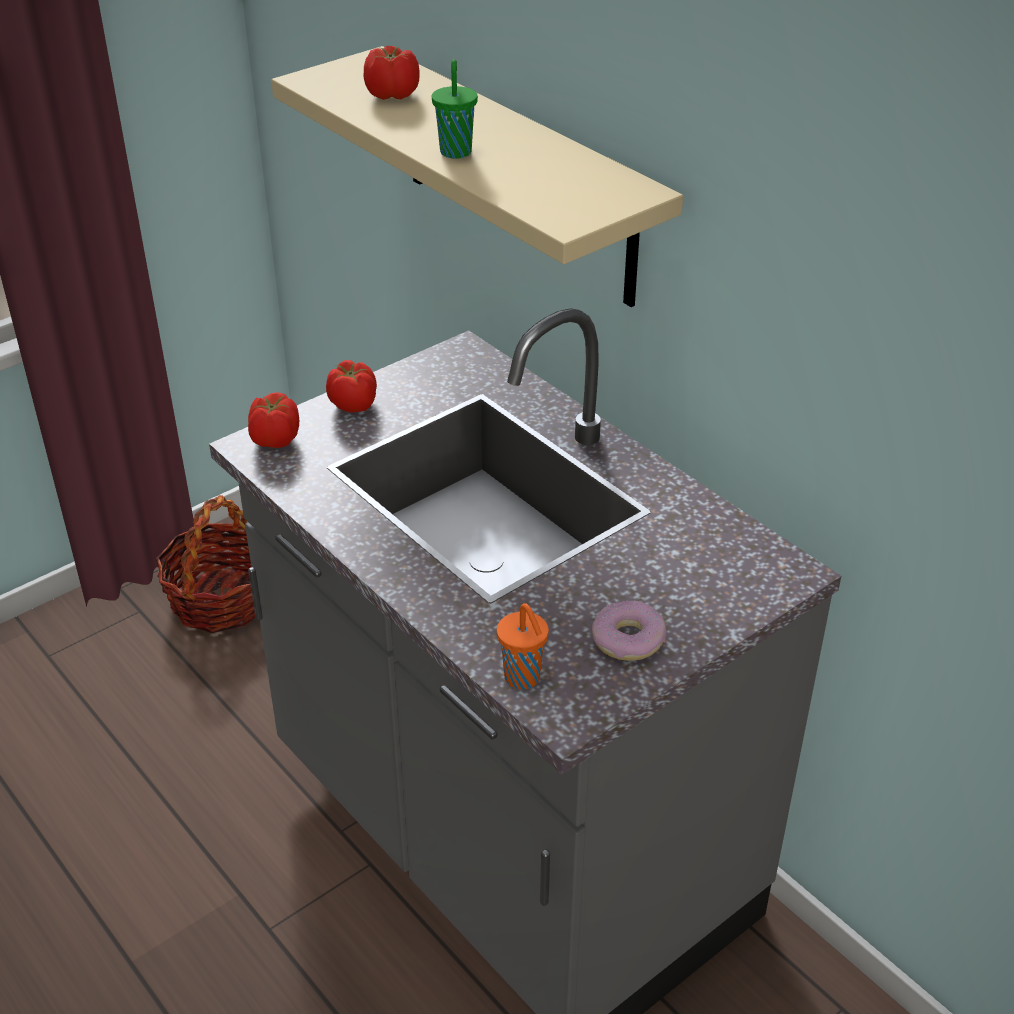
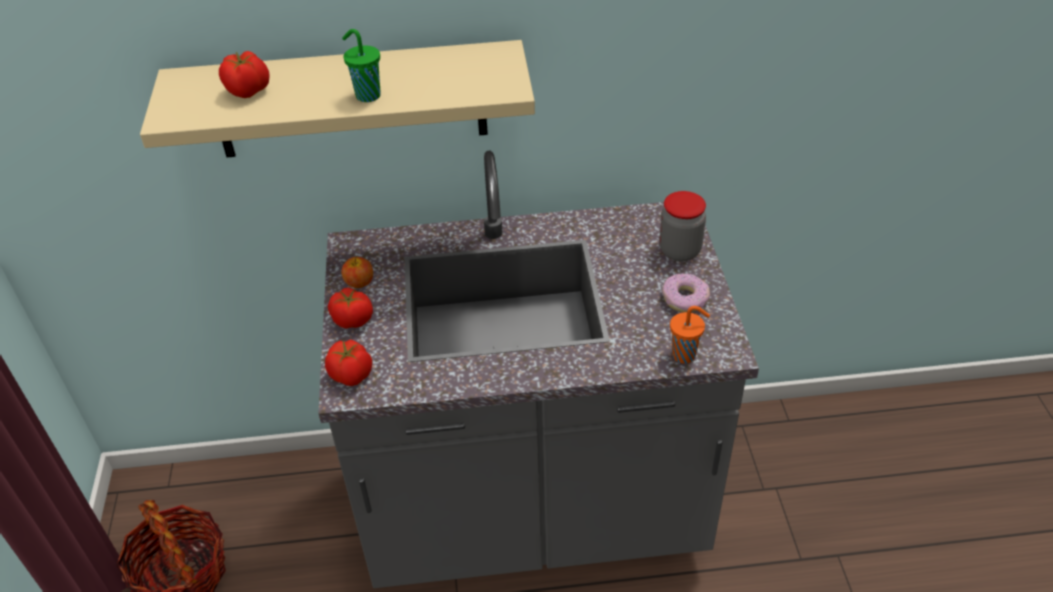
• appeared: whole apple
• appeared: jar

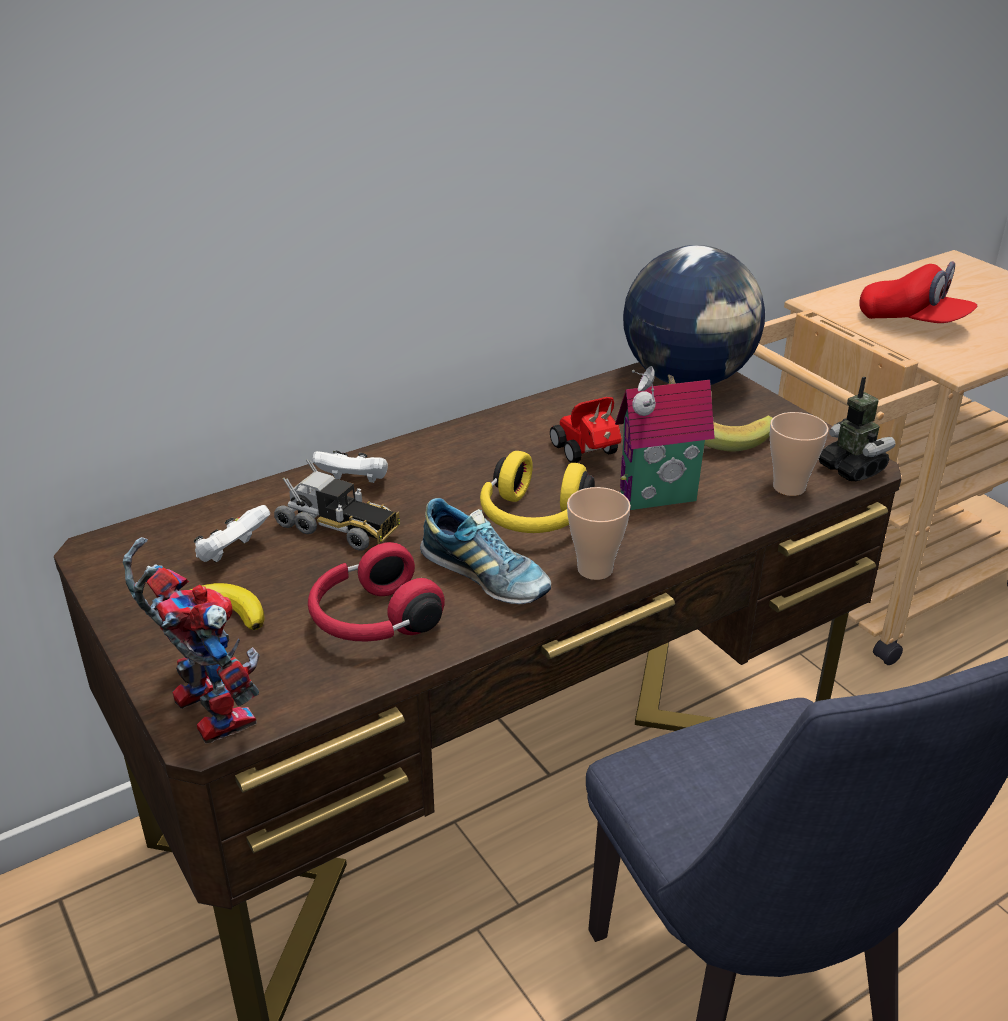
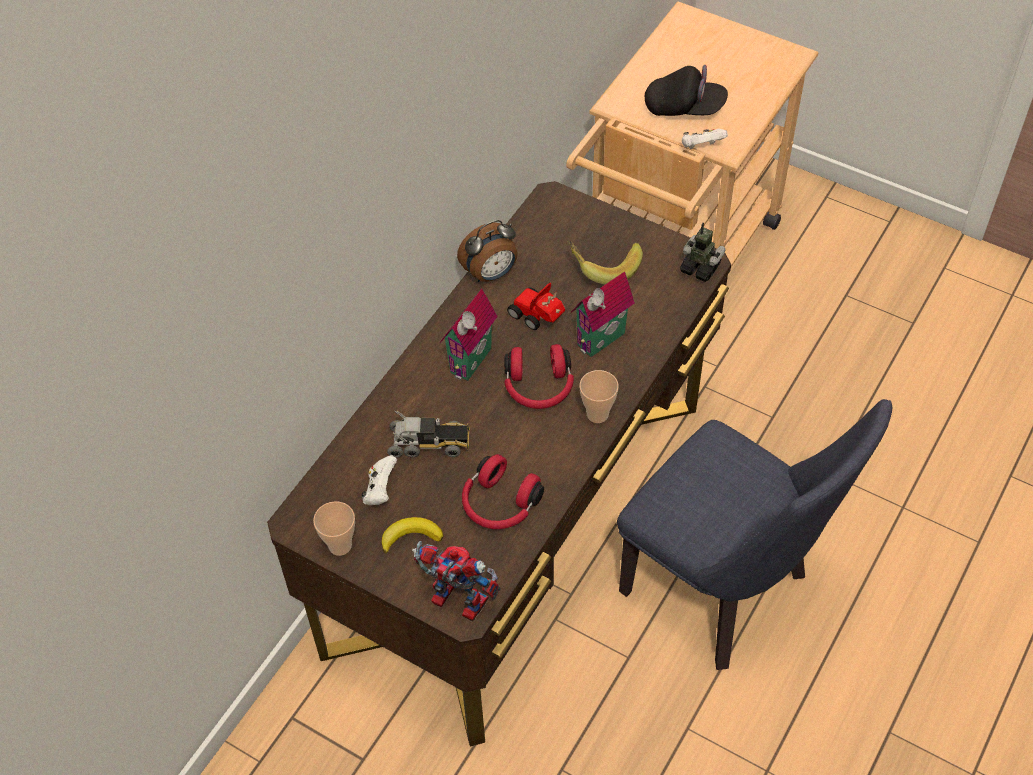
• missing: shoe
• missing: world globe
• appeared: model house (no. 1 from left)
• appeared: alarm clock
• relocated: whitish joypad (no. 2 from left)
• relocated: small cup (no. 2 from left in the first image) to small cup (no. 1 from left)
• colour: yellow pair of headphones to red-coloured pair of headphones (no. 2 from left)
• colour: red-coloured cap to blackish cap

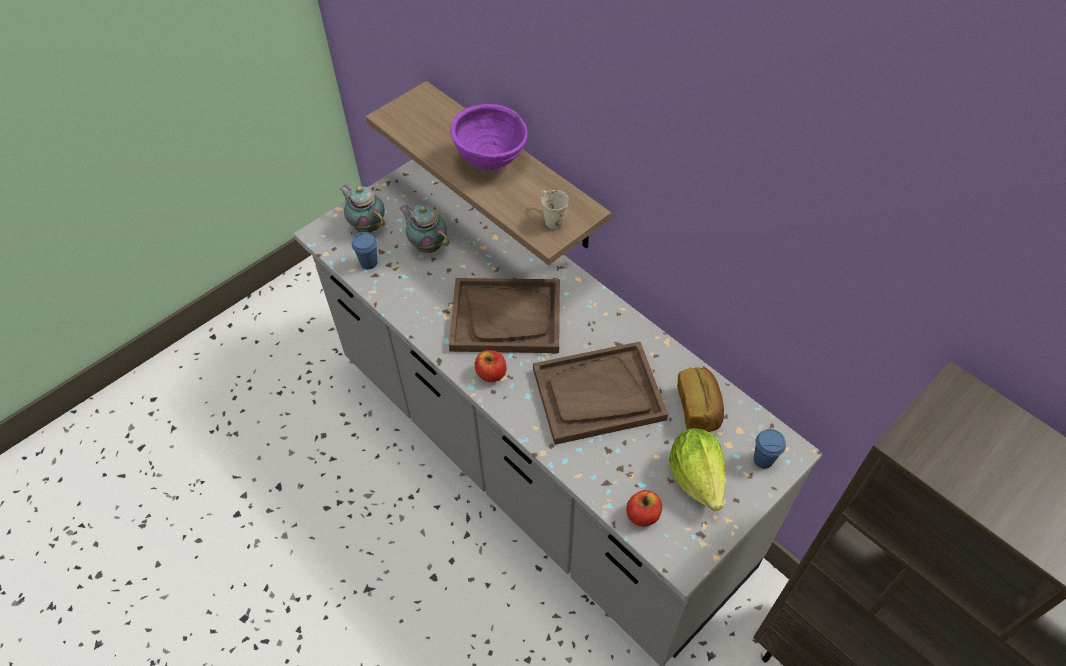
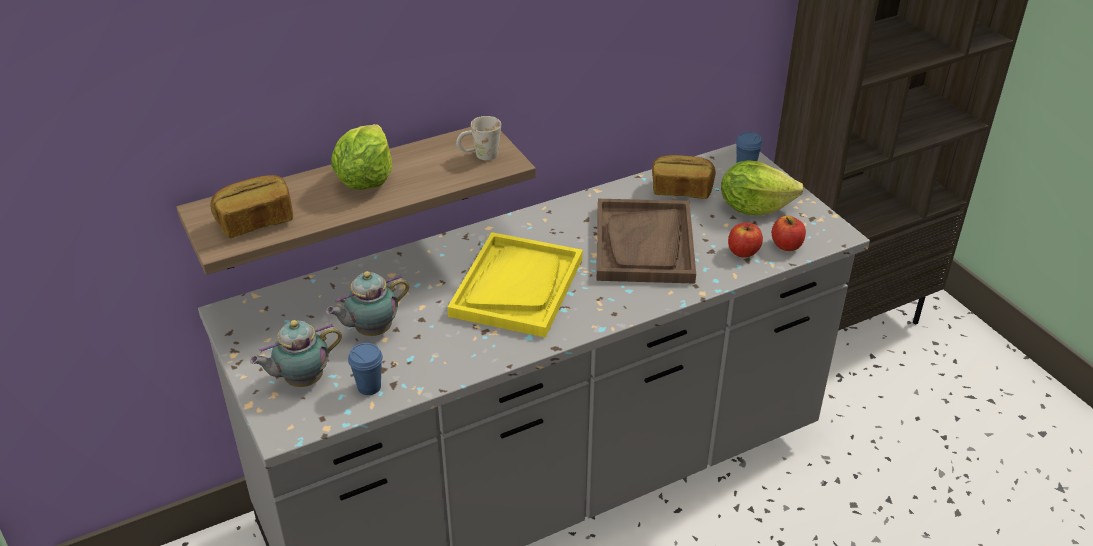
• appeared: baked bread (no. 1 from left)
• relocated: whole apple (no. 1 from left)
• exchanged: purple deep dish to lettuce head (no. 1 from left)
• colour: brown serving tray (no. 1 from left) to yellow serving tray

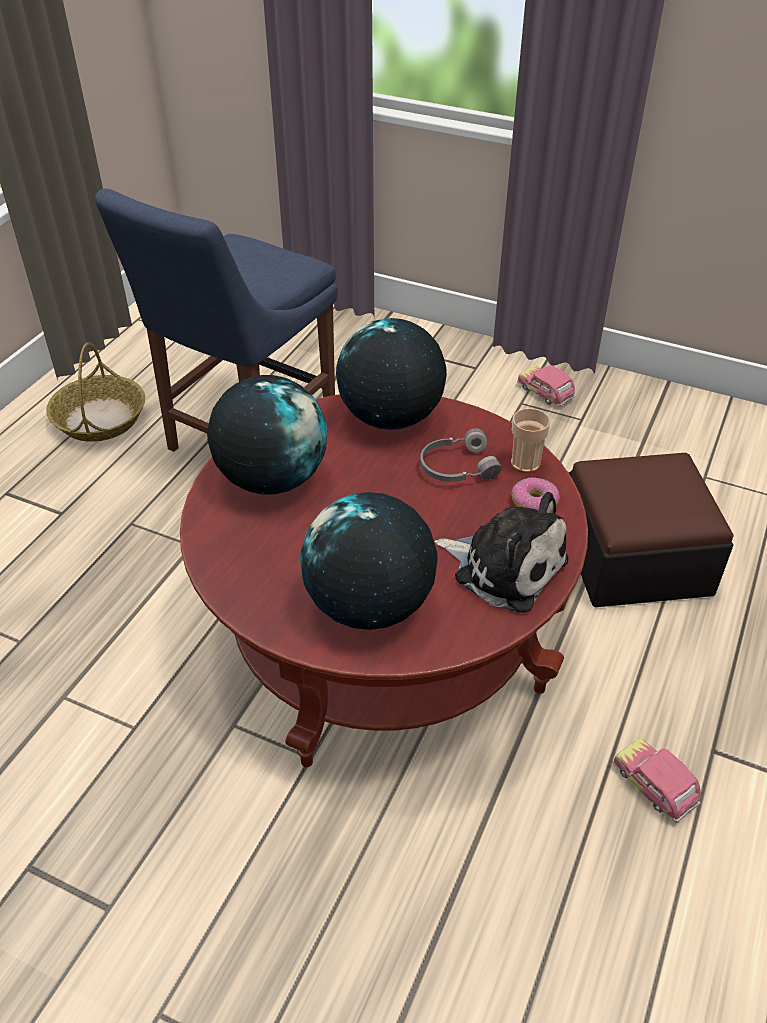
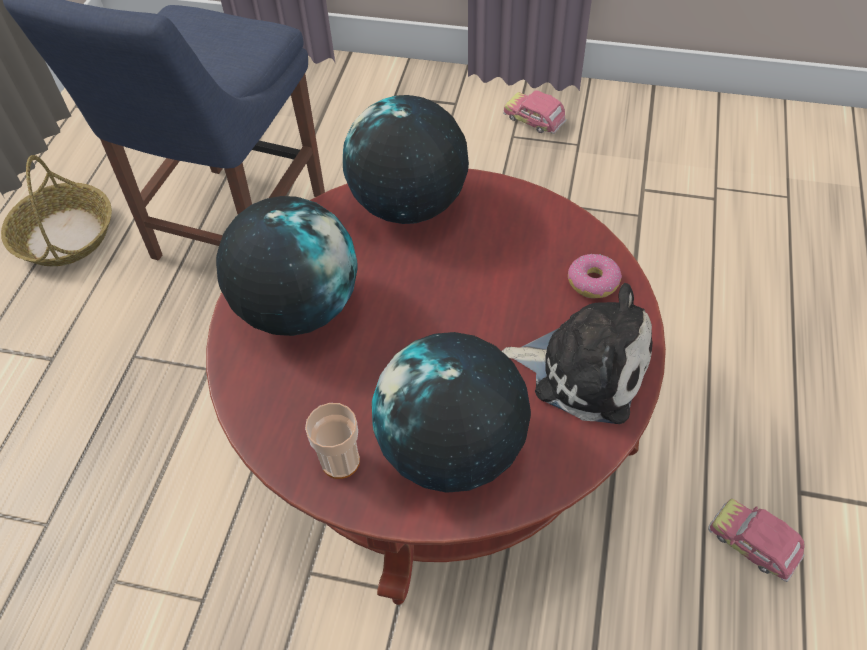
• missing: greyish pair of headphones
• missing: pouffe
• relocated: small cup

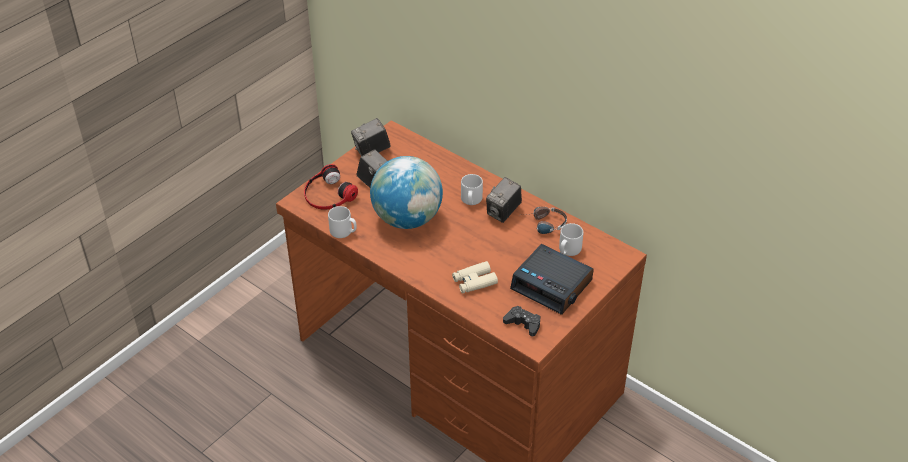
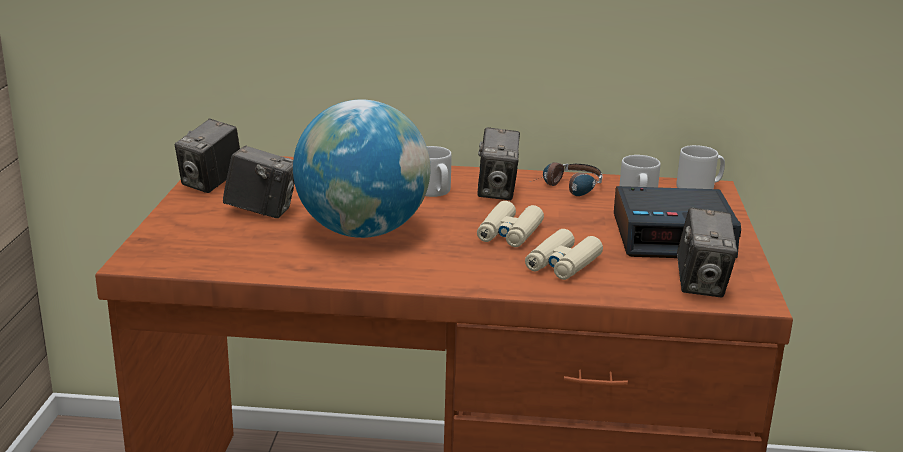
• missing: pair of headphones (no. 1 from left)
• appeared: sand-coloured field glasses (no. 1 from left)
• relocated: greyish coffee mug (no. 1 from left in the first image) to greyish coffee mug (no. 3 from left)
• exchanged: blackish joypad to photo camera (no. 4 from left)

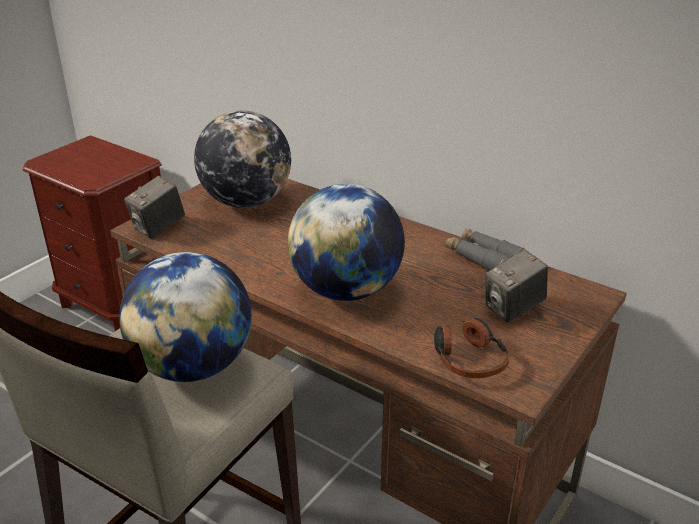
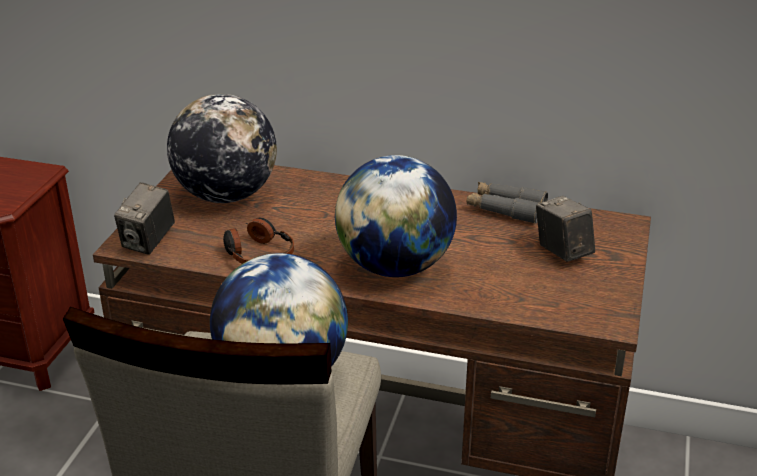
• relocated: pair of headphones
• spun: photo camera (no. 2 from left) 120 degrees clockwise

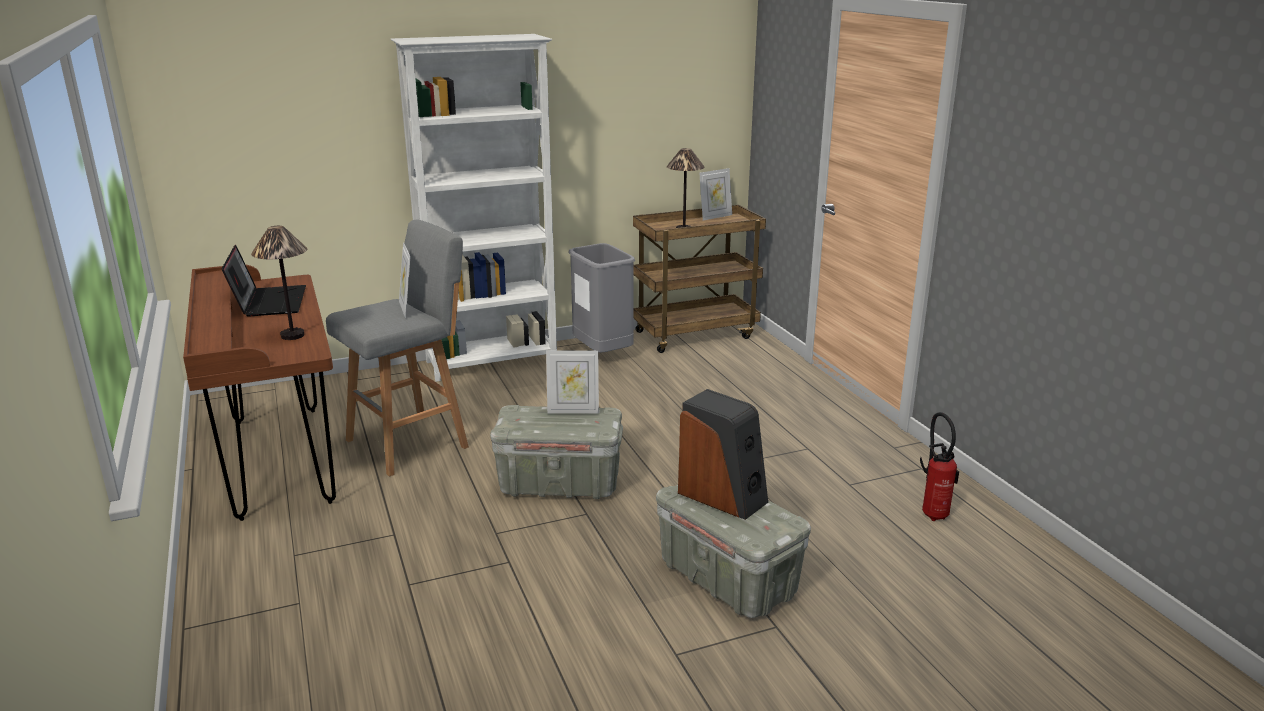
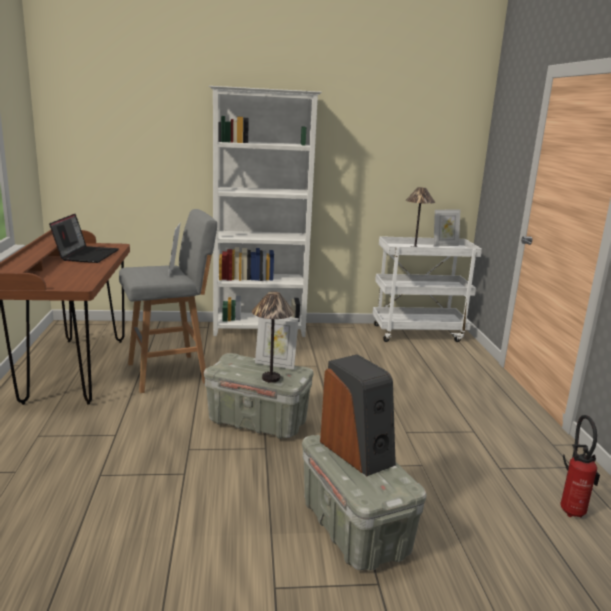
• missing: greyish trash can
• relocated: table lamp (no. 1 from left)
• colour: brown cart to whitish cart

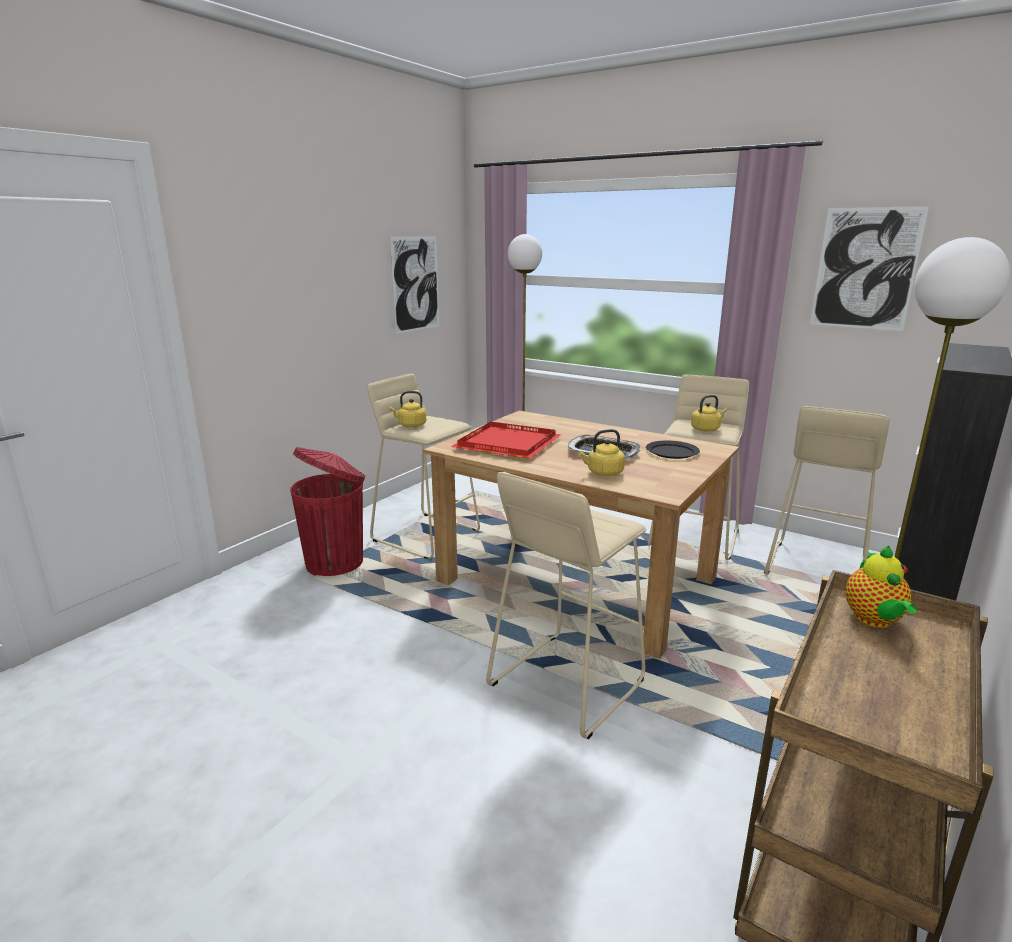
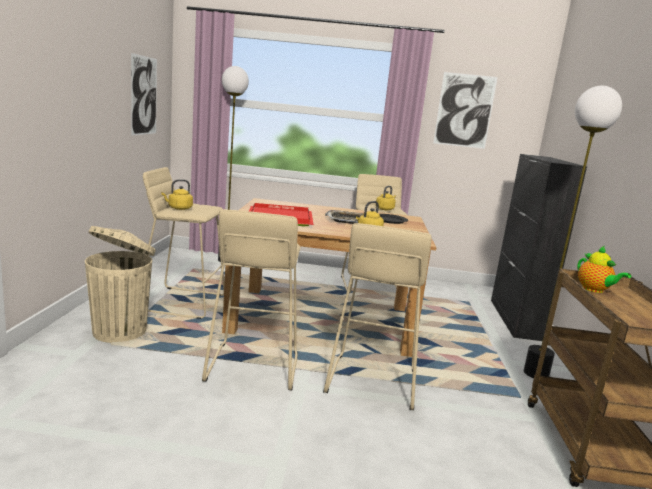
• relocated: sand-coloured sitting stool (no. 4 from left in the first image) to sand-coloured sitting stool (no. 2 from left)
• colour: red-coloured trash can to sand-coloured trash can

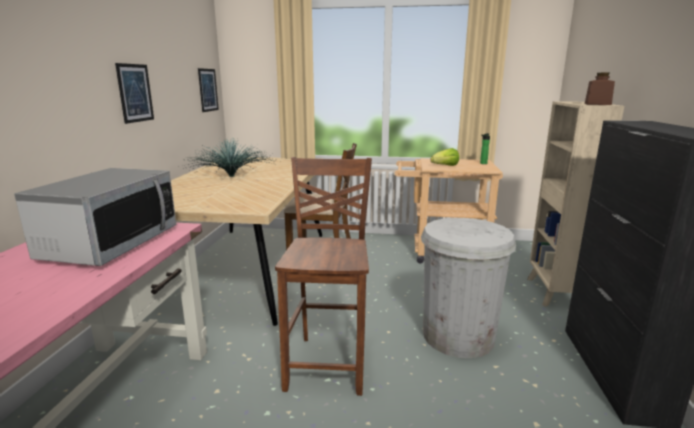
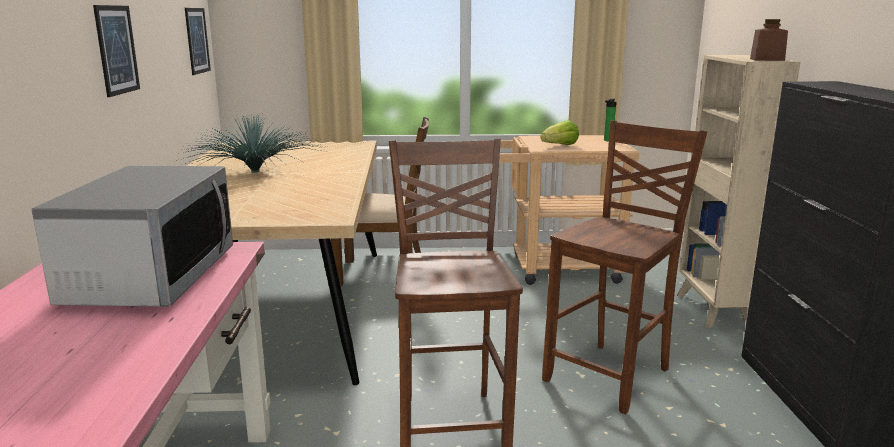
• exchanged: whitish trash can to brown plain chair (no. 3 from left)

